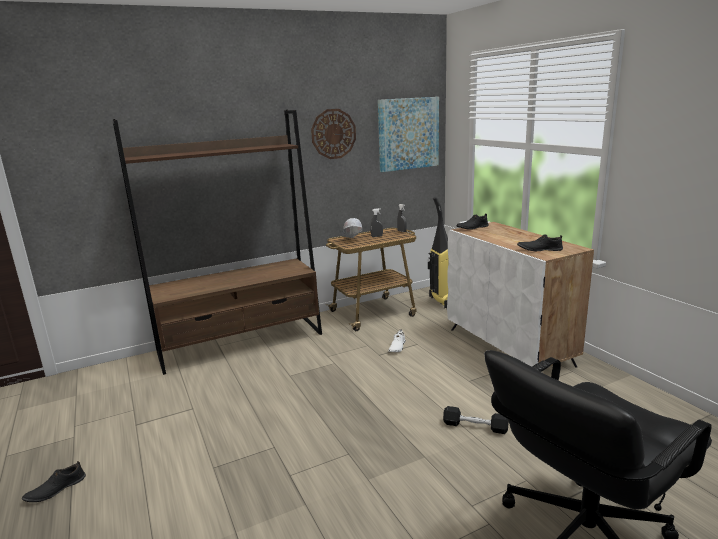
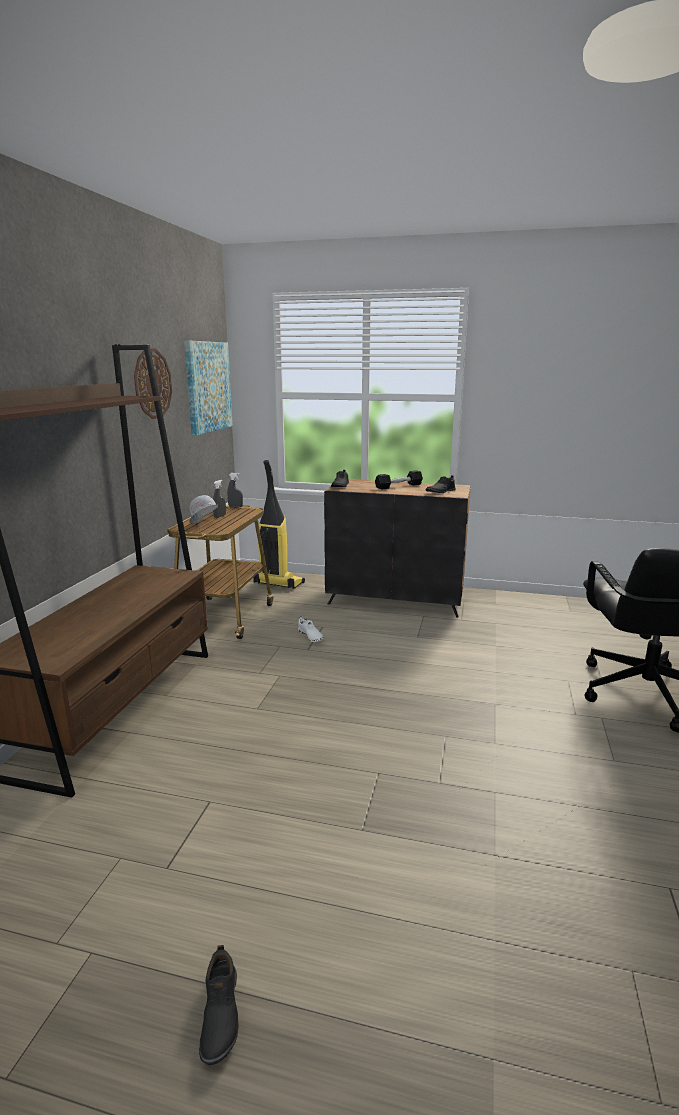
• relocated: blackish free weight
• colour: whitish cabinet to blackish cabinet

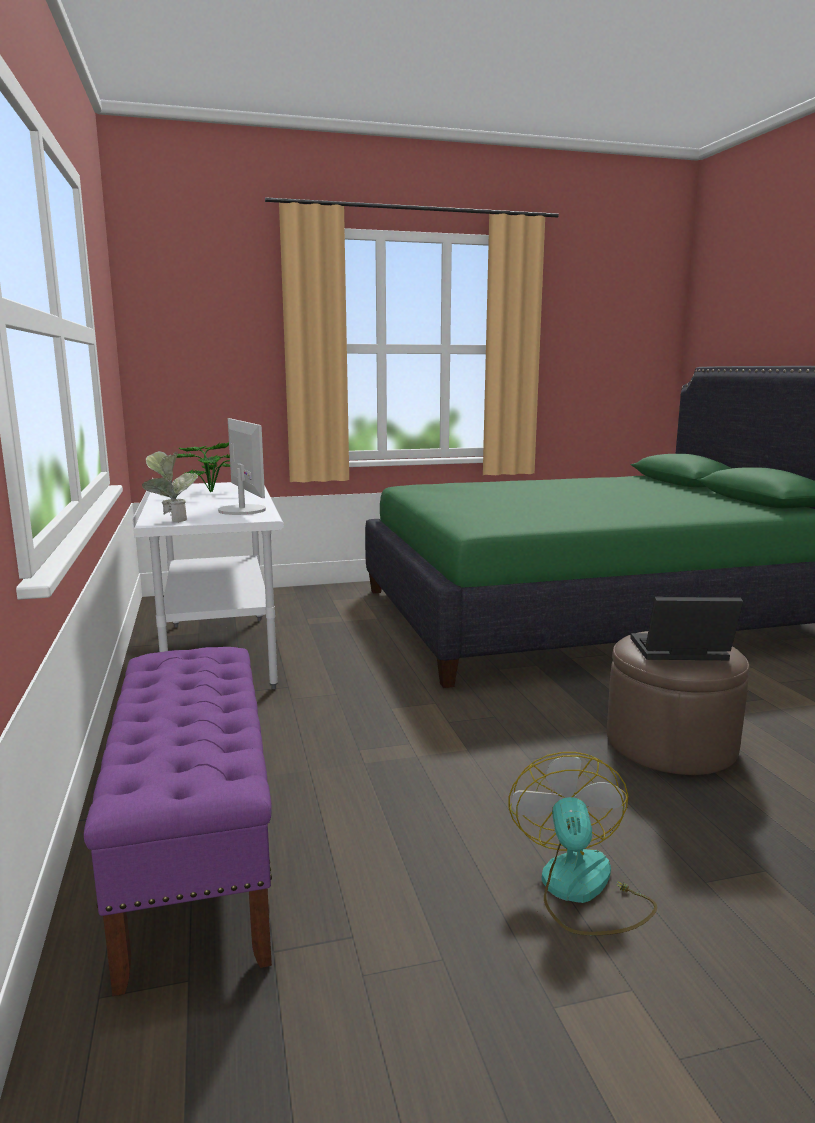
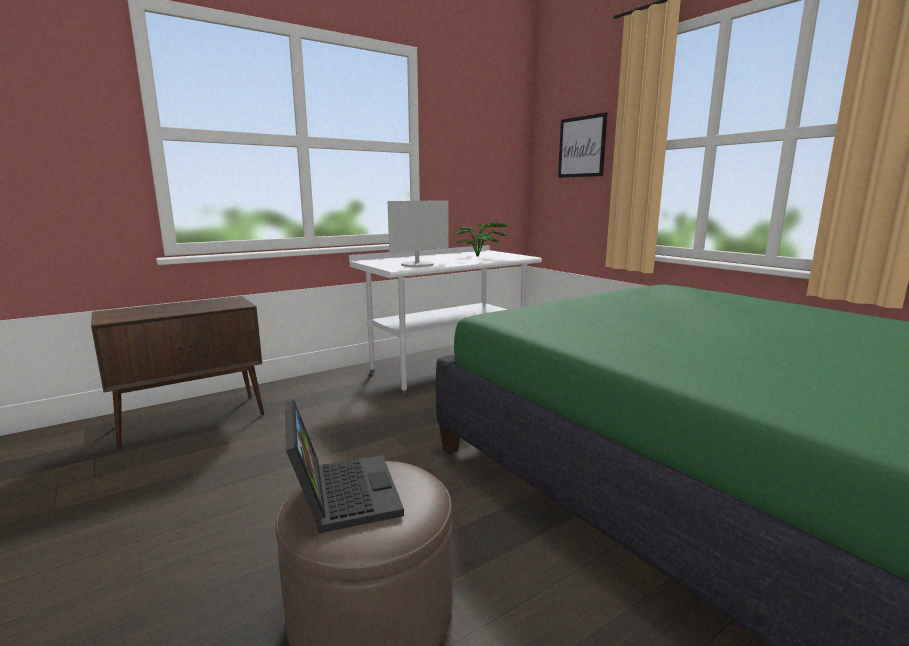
• missing: houseplant (no. 1 from left)
• missing: cooling fan
• appeared: picture
• exchanged: purple bench to brown cabinet

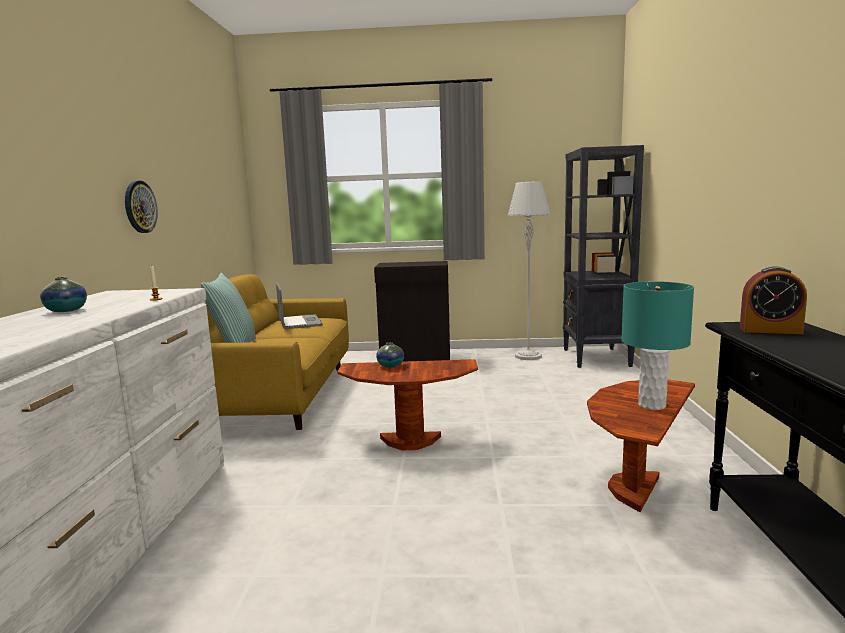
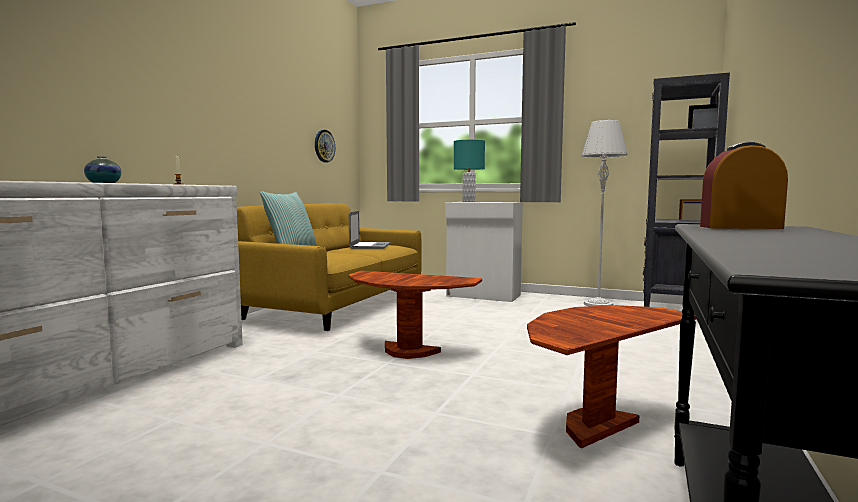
• missing: decorative vase (no. 2 from left)
• relocated: clock on the wall
• relocated: blue-green table lamp
• colour: blackish cabinet to whitish cabinet
• spun: alarm clock 150 degrees clockwise

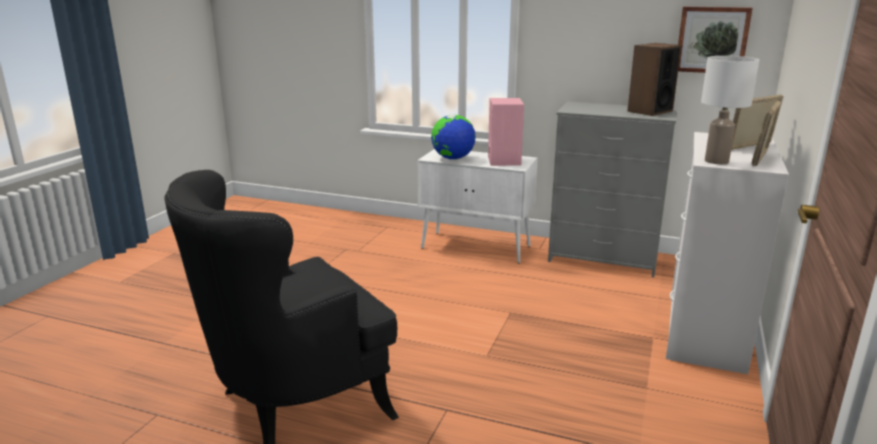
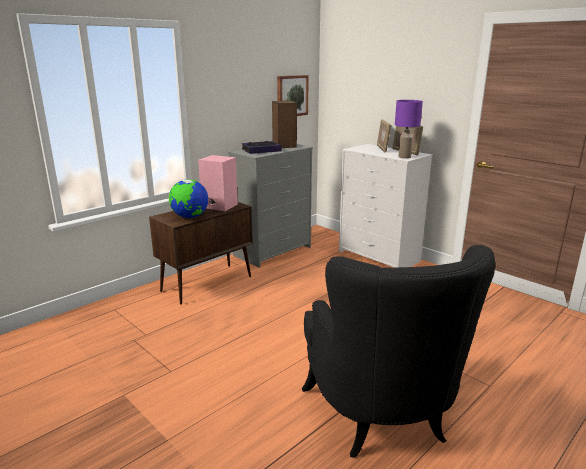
• appeared: book
• colour: whitish cabinet to brown cabinet
• colour: whitish table lamp to purple table lamp

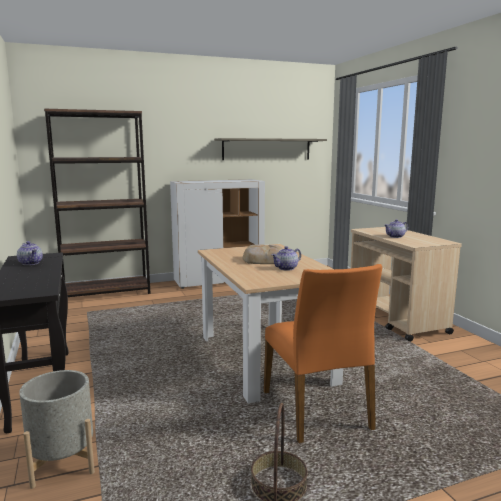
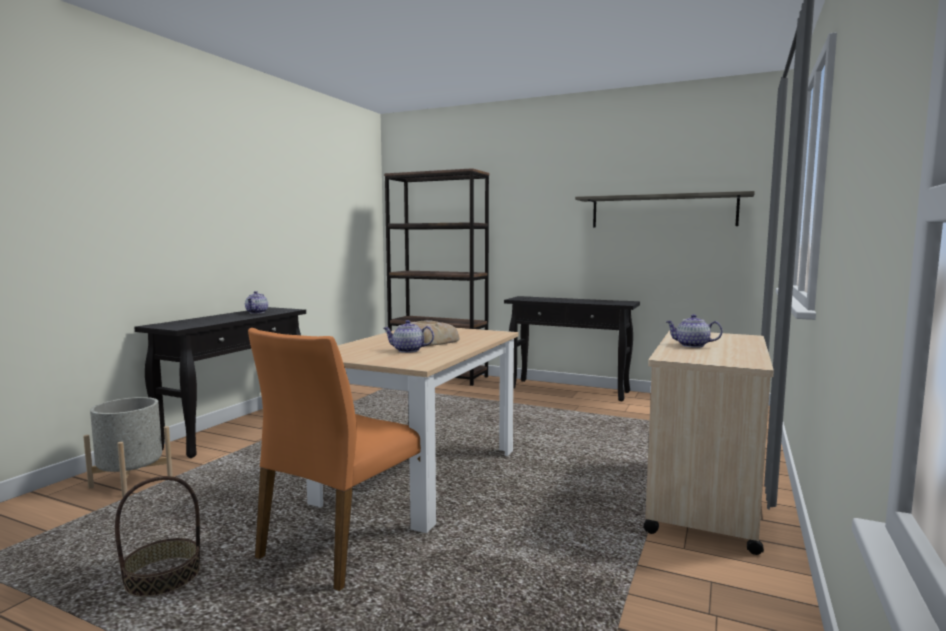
• exchanged: whitish cabinet to blackish narrow table (no. 2 from left)

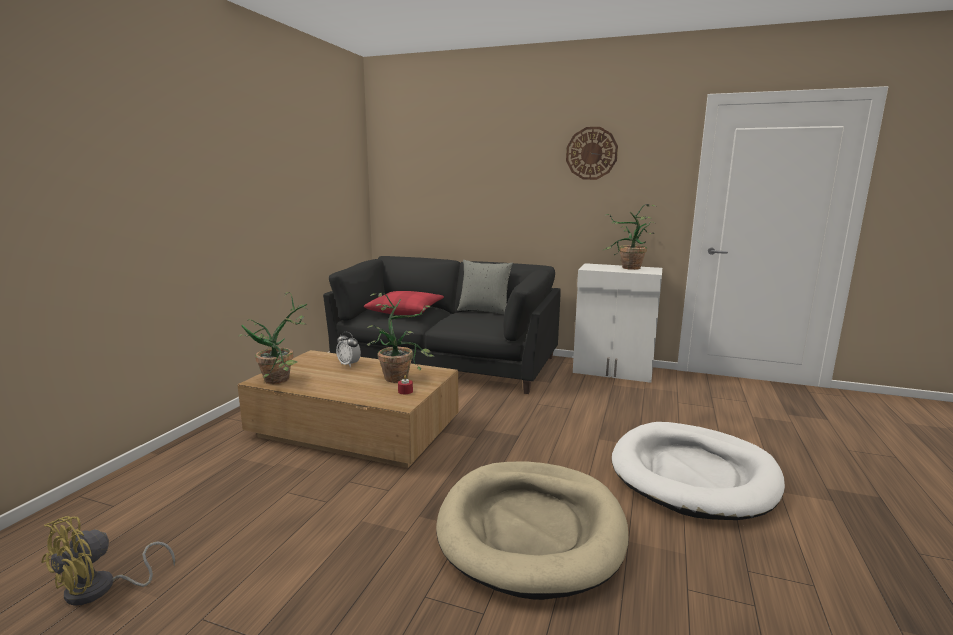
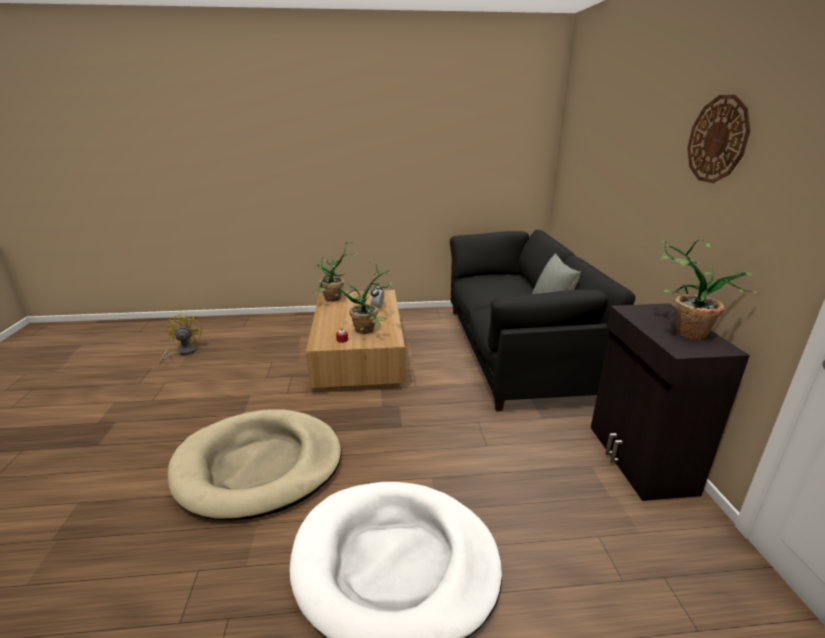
• missing: red-coloured throw pillow
• colour: whitish cabinet to blackish cabinet
• spun: yellow cooling fan 75 degrees clockwise

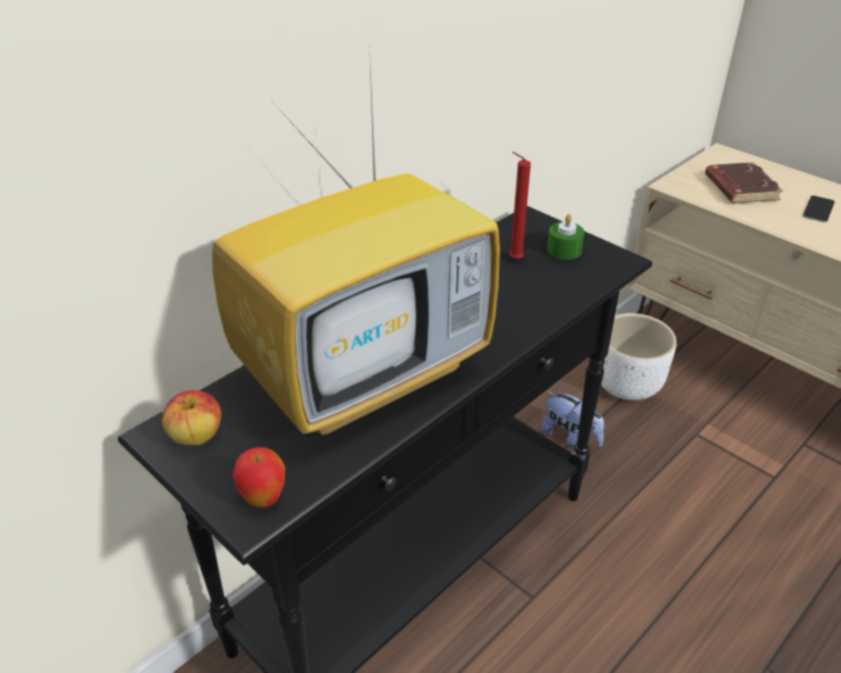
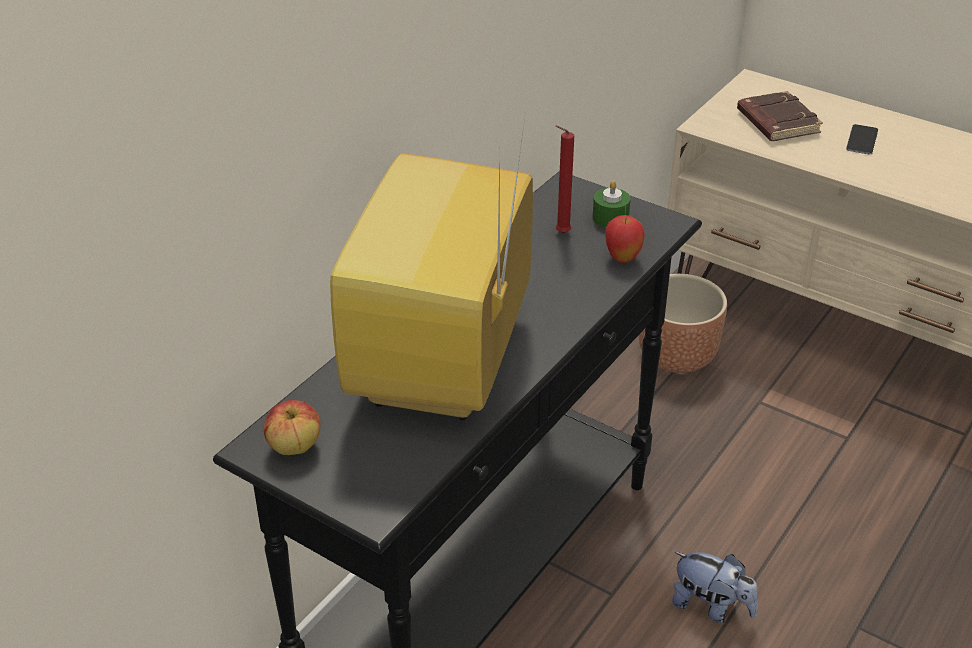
• relocated: whole apple (no. 2 from left)
• relocated: soft toy
• colour: whitish flower pot to brown flower pot
• spun: TV 150 degrees clockwise

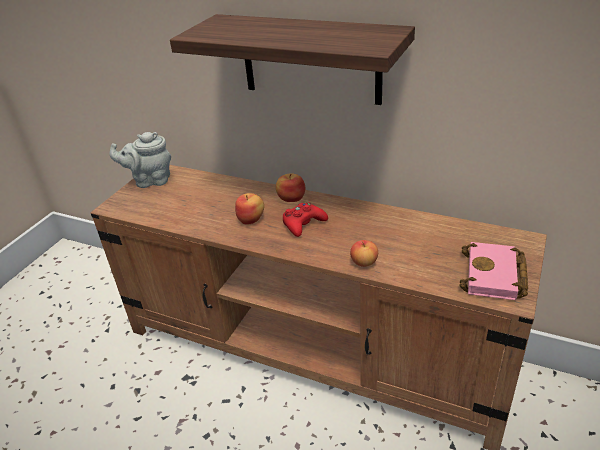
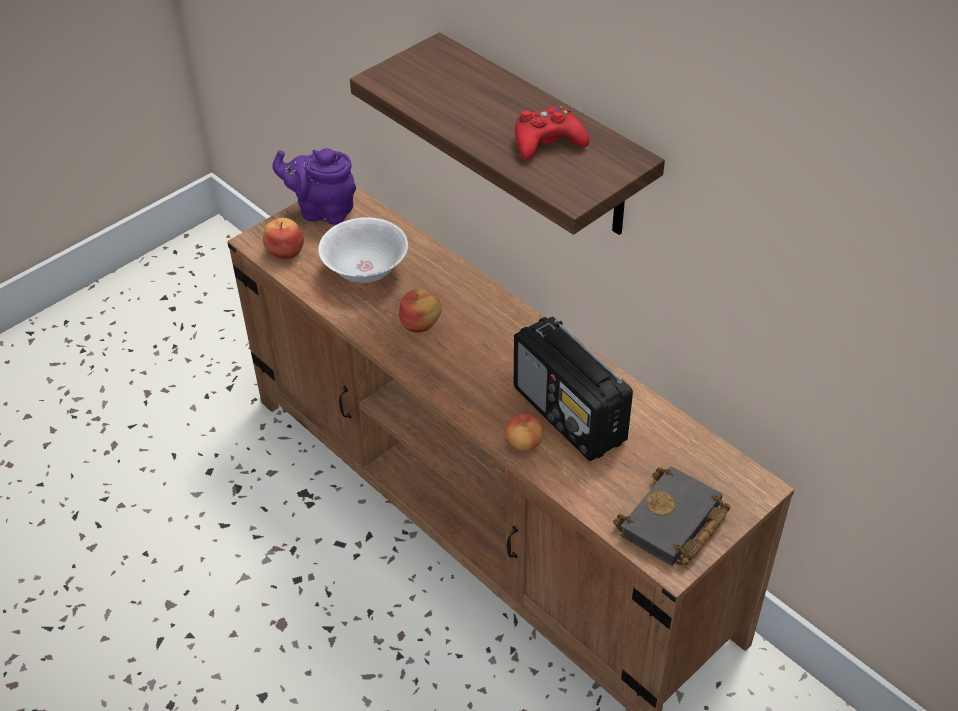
• appeared: whitish deep dish
• appeared: radio receiver
• relocated: whole apple (no. 2 from left in the first image) to whole apple (no. 1 from left)
• relocated: red-coloured joypad
• colour: greyish teapot to purple teapot
• colour: pink book to blackish book

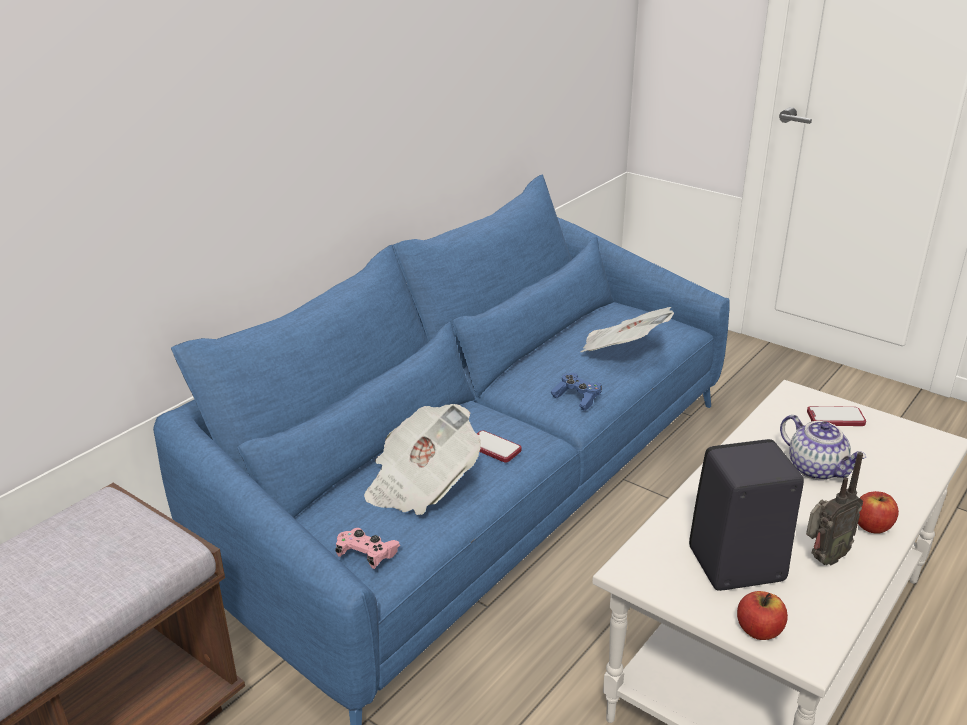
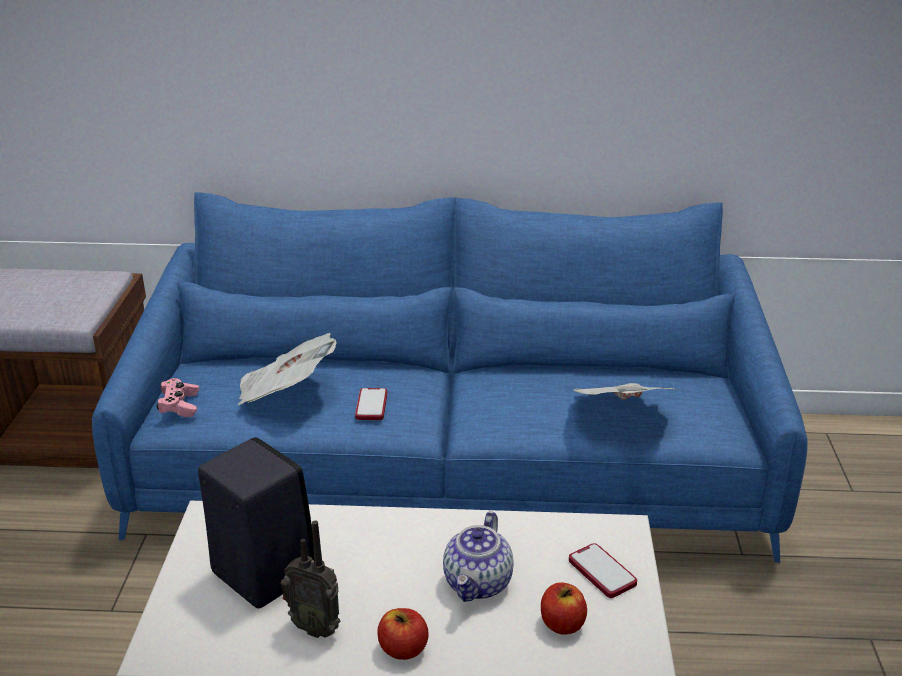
• missing: blue joypad
• relocated: whole apple (no. 1 from left in the first image) to whole apple (no. 2 from left)

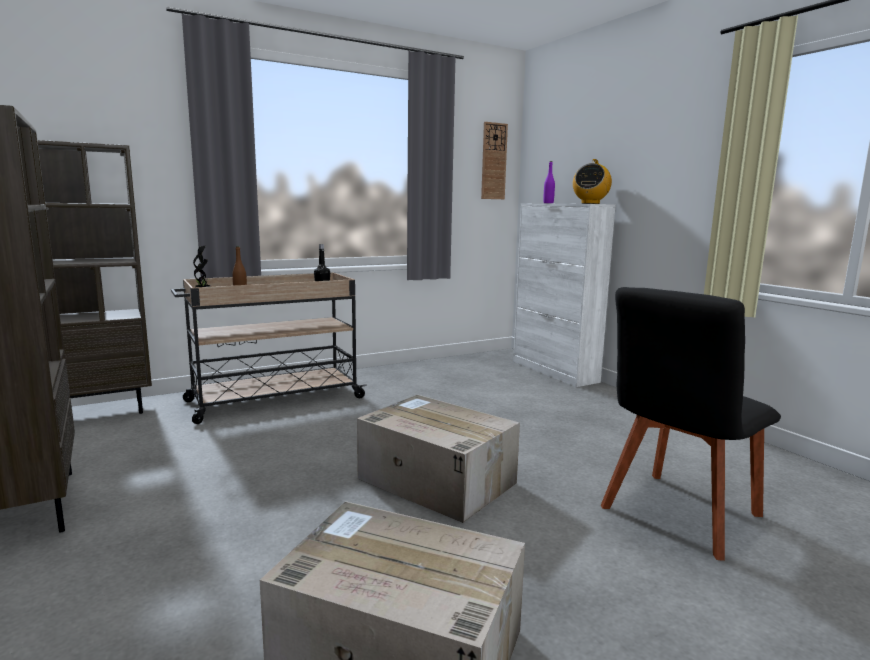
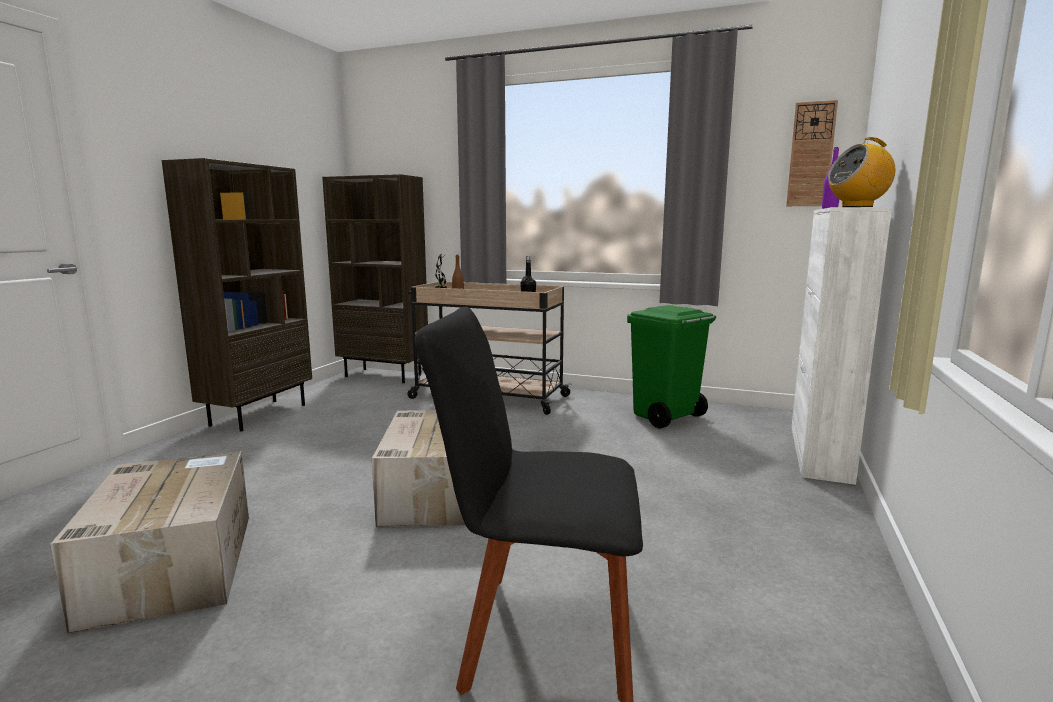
• appeared: green trash can

